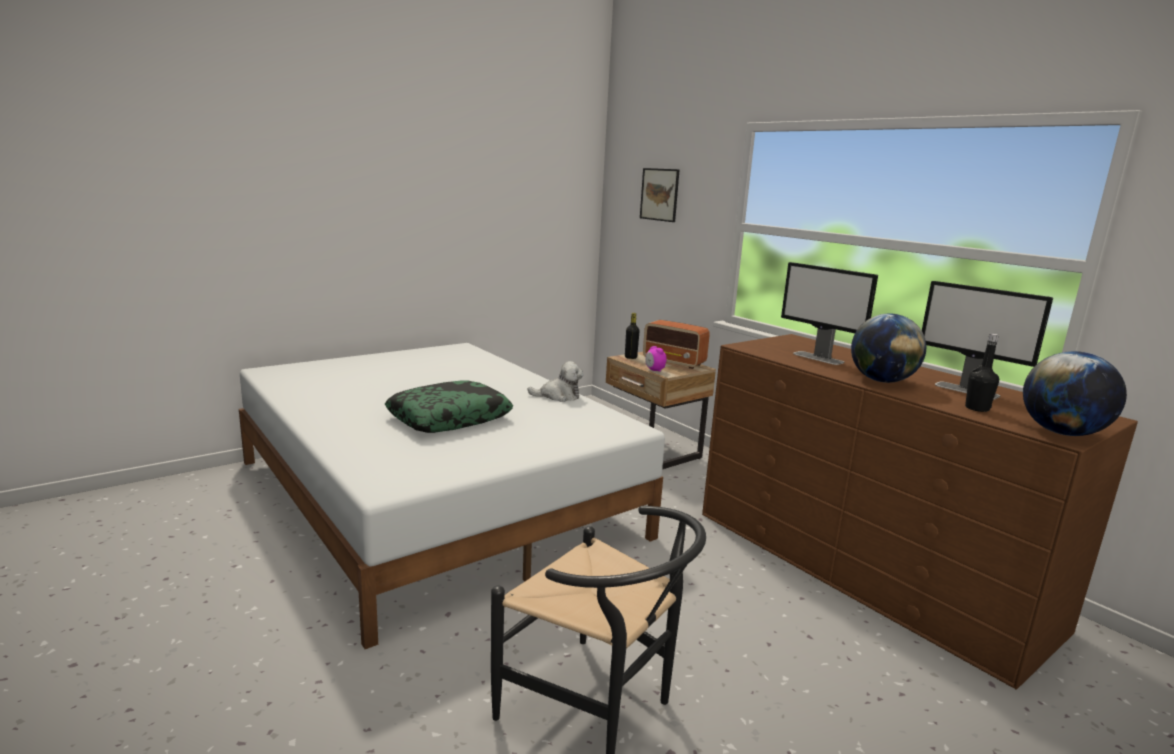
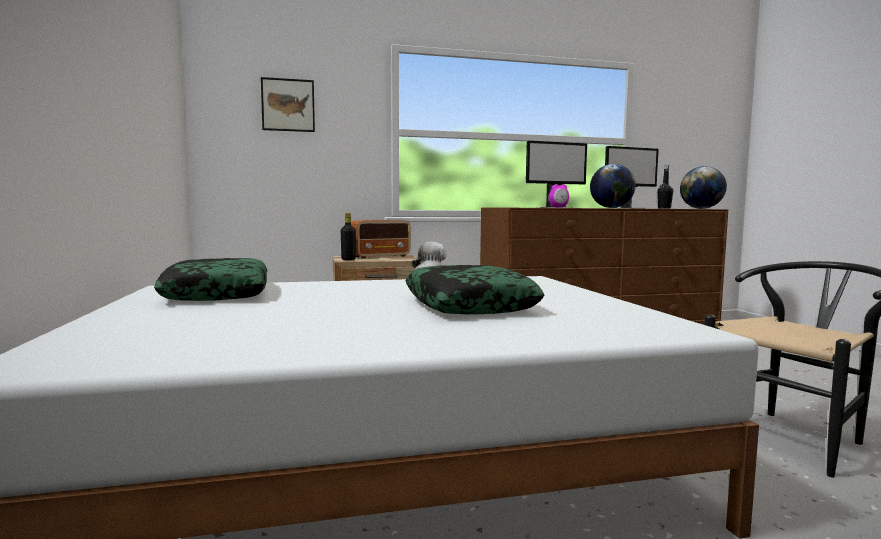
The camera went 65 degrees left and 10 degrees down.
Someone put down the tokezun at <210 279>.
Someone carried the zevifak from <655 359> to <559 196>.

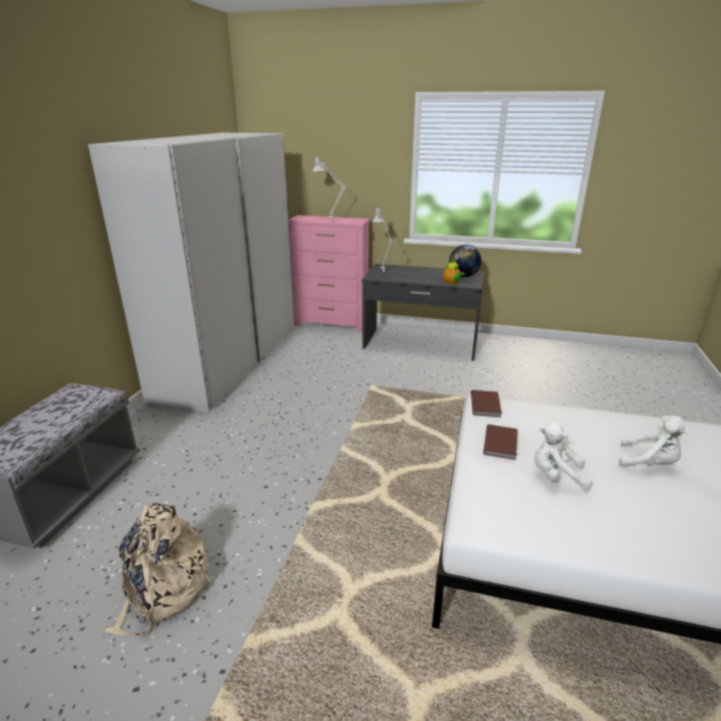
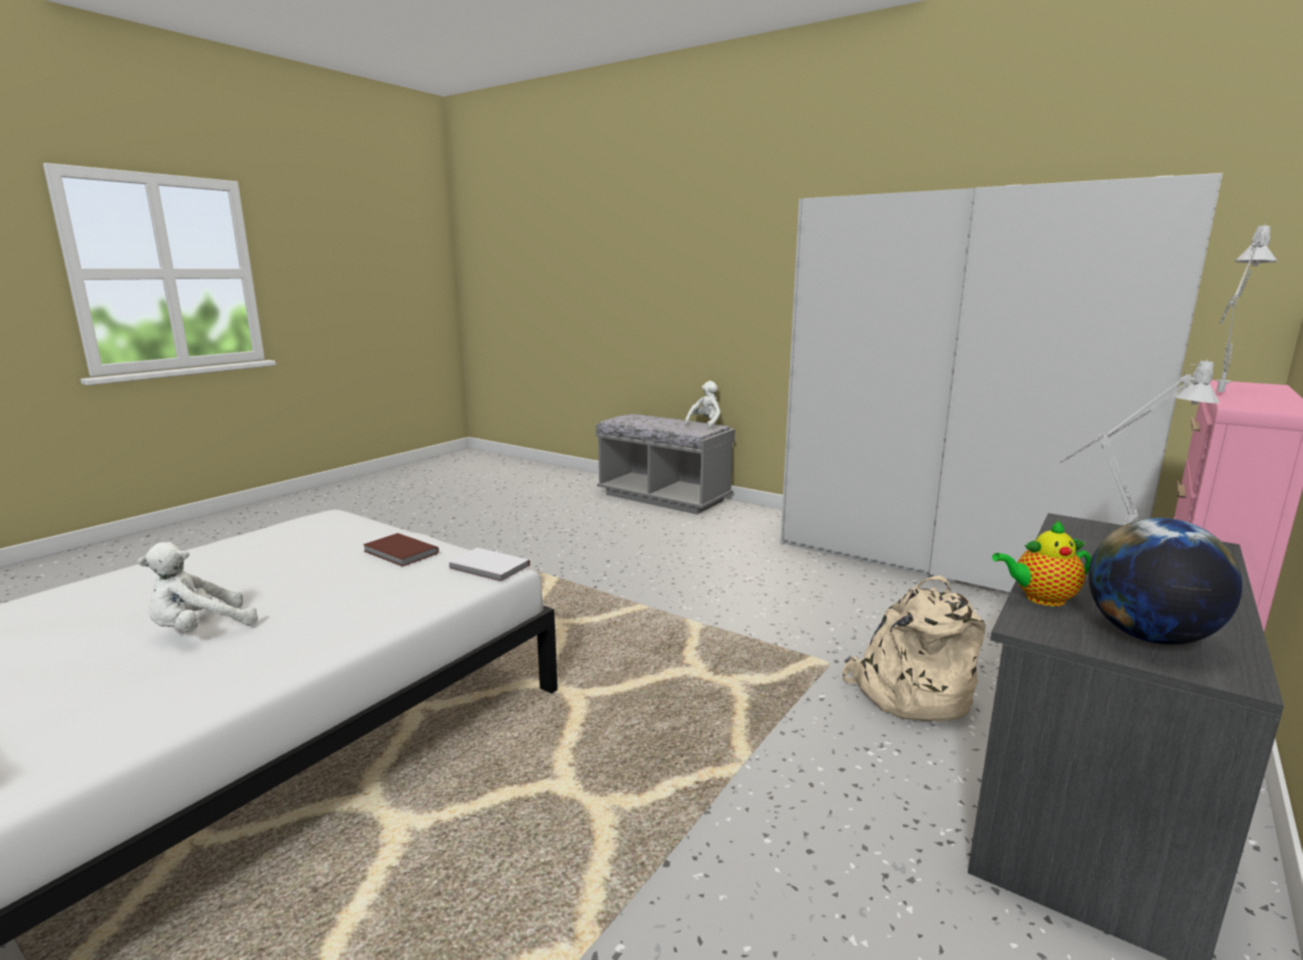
The camera went 110 degrees right and 10 degrees down.
Someone carried the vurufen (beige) from <157 569> to <914 648>.
Someone carried the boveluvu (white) from <563 456> to <702 405>.
Someone repainted the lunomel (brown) at <486 403>, which became the lunomel (white) at <489 565>.

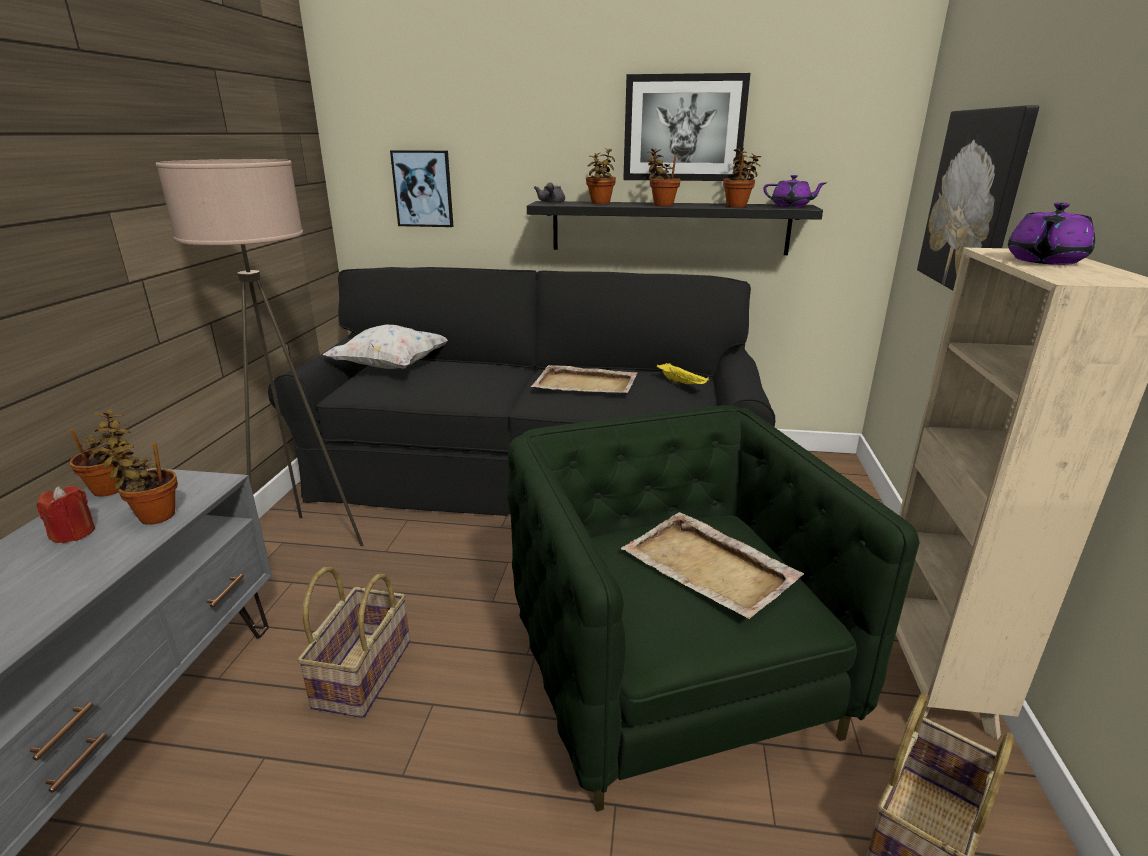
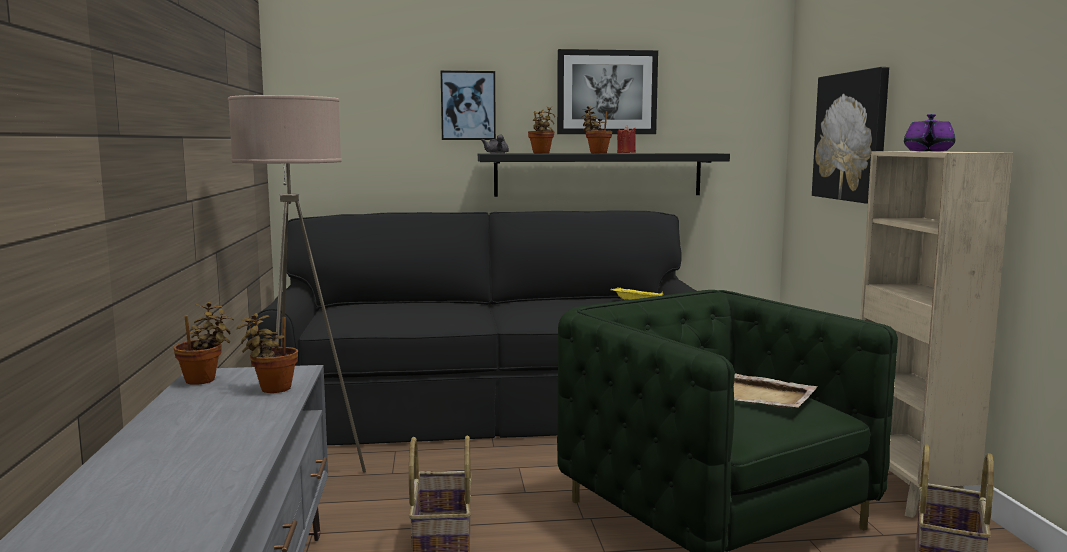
The camera went 15 degrees left and 15 degrees down.
Someone took away the tokezun (white) at <385 347>.
Someone took away the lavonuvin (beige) at <584 379>.
Someone took away the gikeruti at <742 177>.
Someone took away the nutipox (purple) at <796 191>.
Someone carried the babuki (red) from <66 514> to <626 139>.
Someone carried the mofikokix from <422 188> to <468 105>.

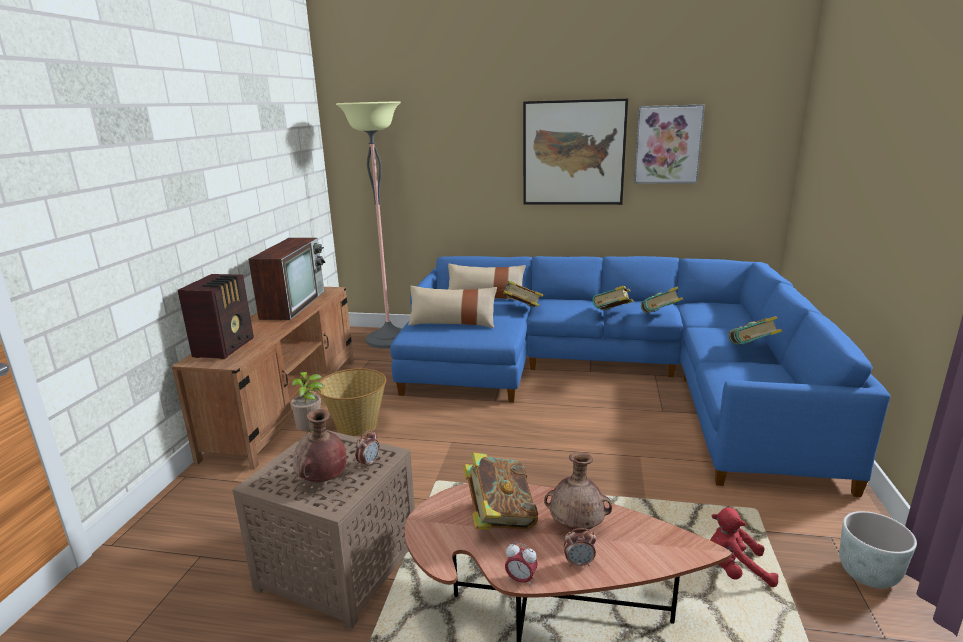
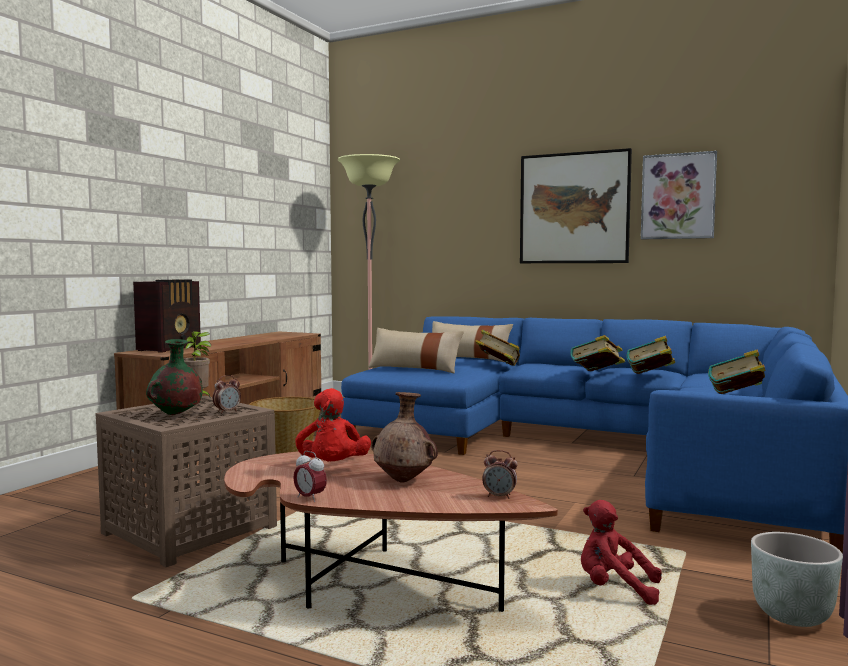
The camera went 15 degrees right and 15 degrees down.
Someone took away the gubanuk at <287 279>.
Someone carried the zevifak from <580 547> to <500 474>.
Someone swapped the lunomel at <500 491> for the boveluvu (red) at <333 424>.
Someone repainted the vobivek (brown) at <319 445>, which became the vobivek (green) at <174 377>.

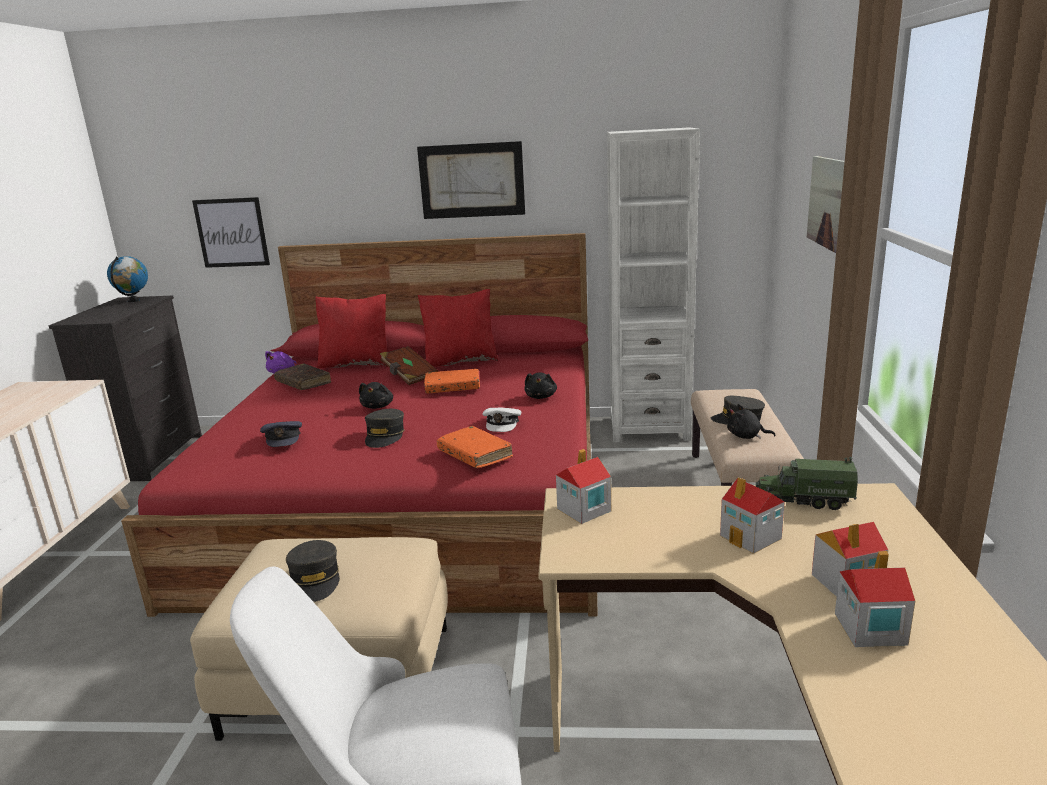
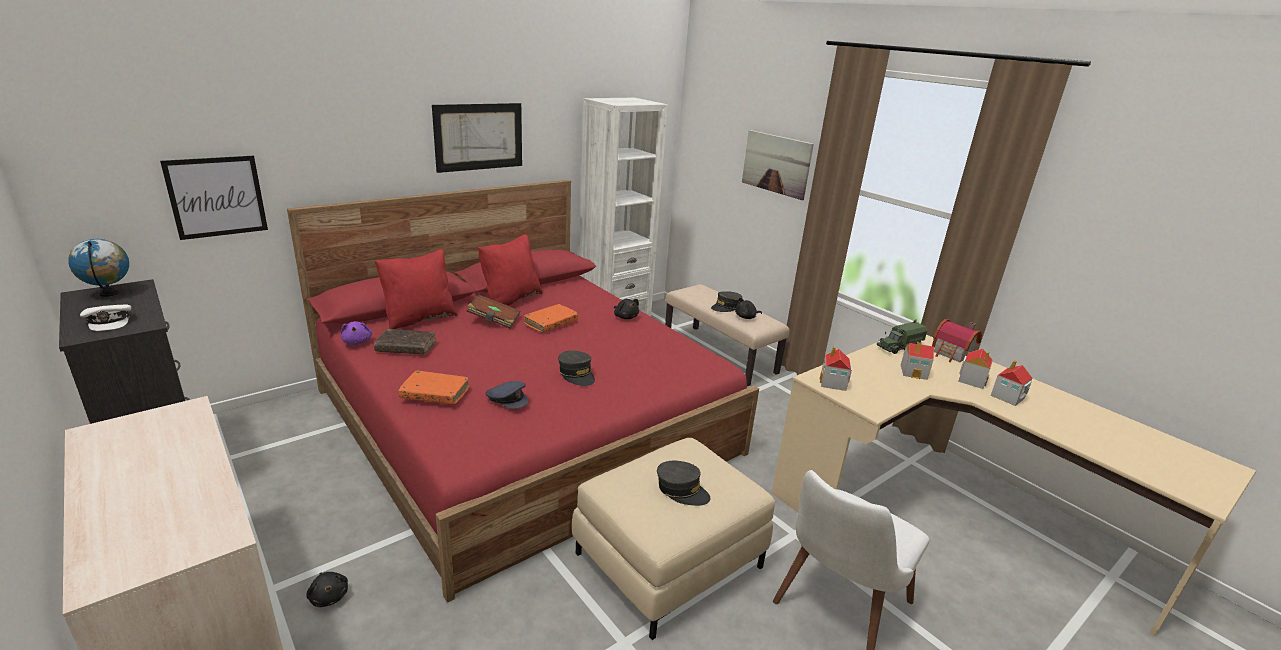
The camera went 45 degrees left and 5 degrees up.
Someone put down the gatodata at <957 340>.
Someone carried the boveluvu (black) from <376 395> to <327 589>.
Someone carried the lunomel (orange) from <475 447> to <434 387>.
Someone carried the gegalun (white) from <501 420> to <105 318>.

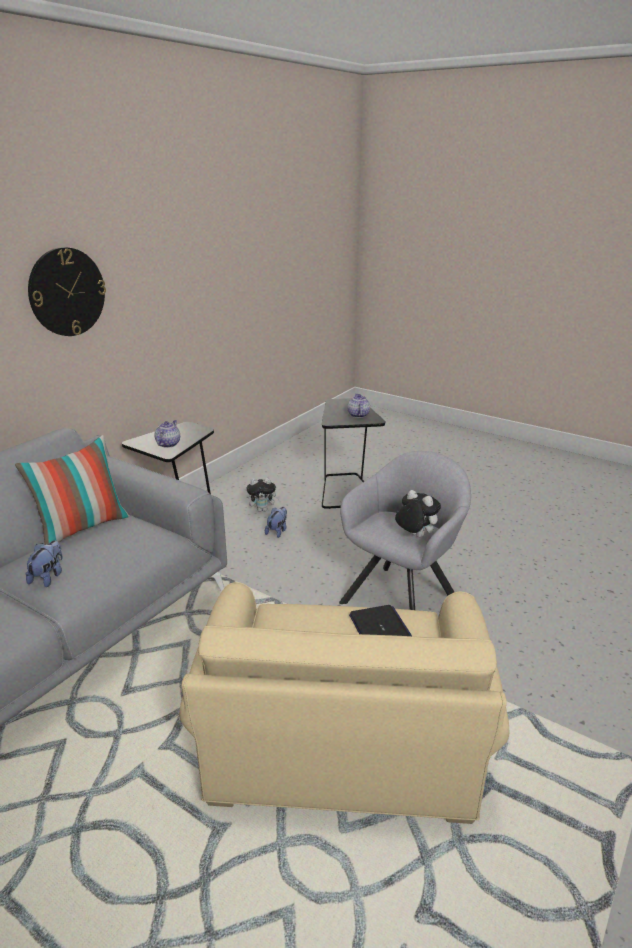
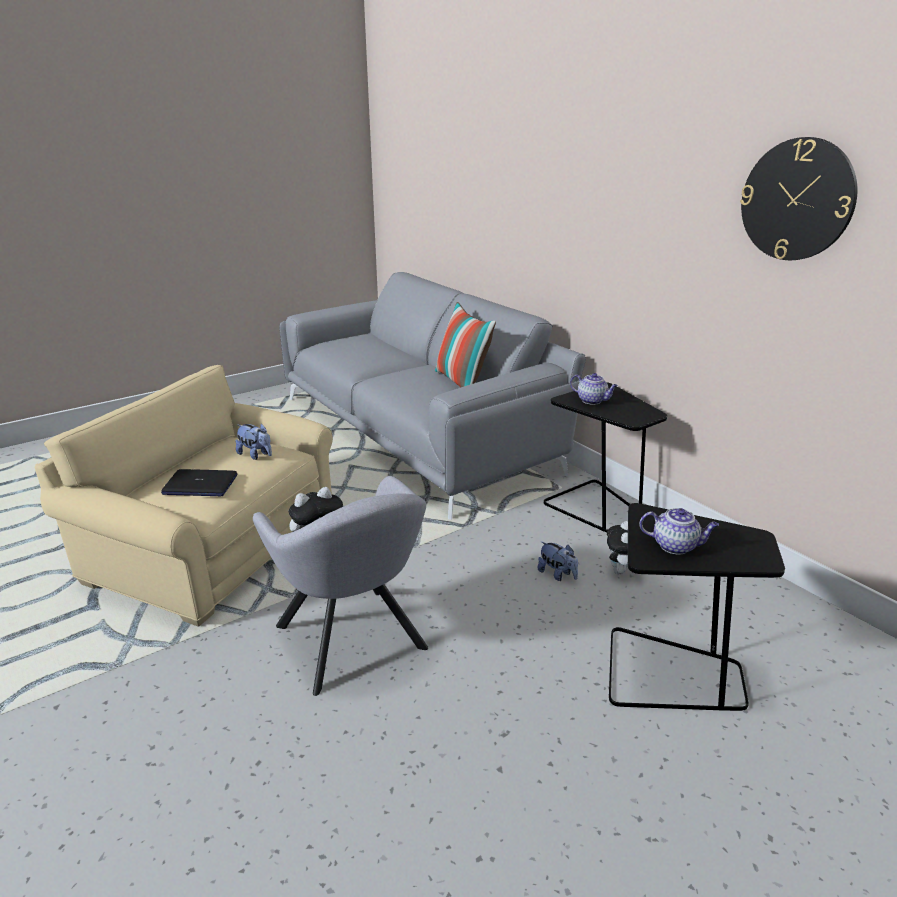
The camera went 110 degrees right and 0 degrees up.
Someone carried the boveluvu from <44 563> to <254 441>.
Someone carried the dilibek from <67 291> to <798 198>.

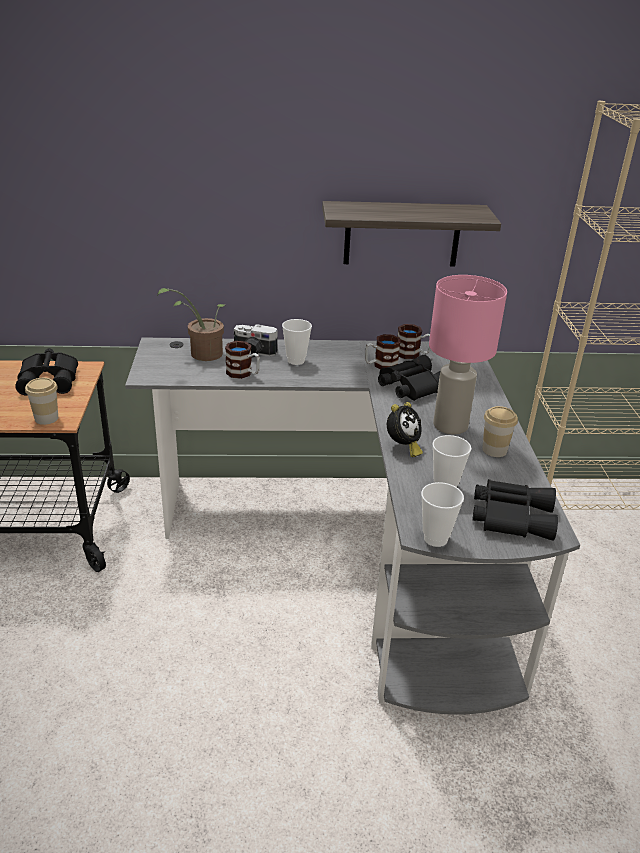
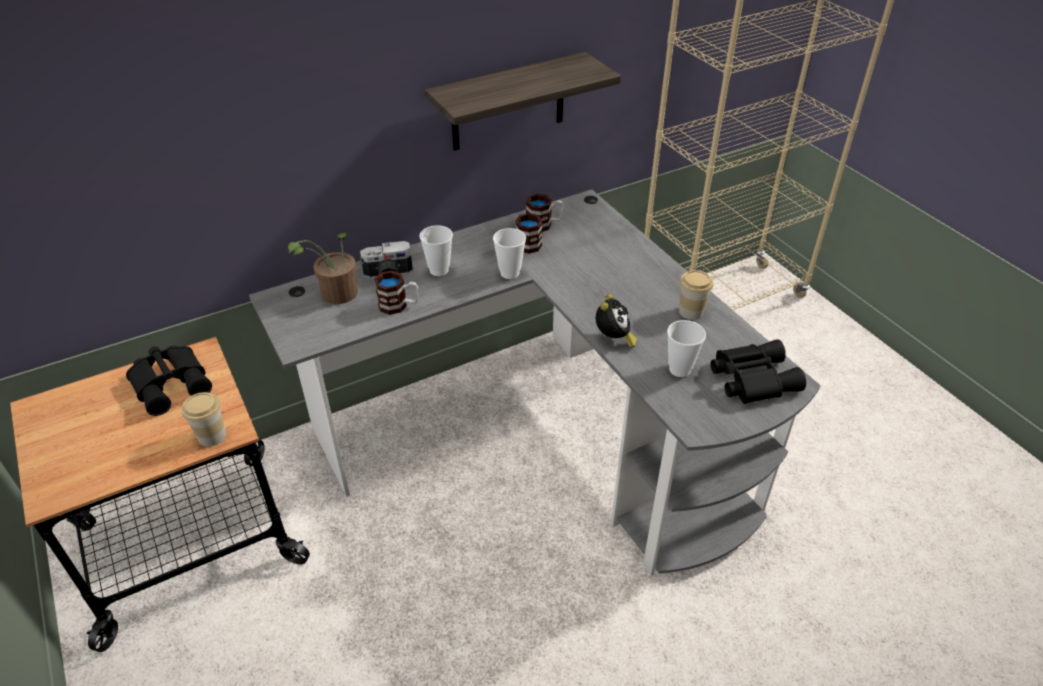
The camera went 25 degrees left and 10 degrees up.
Someone took away the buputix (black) at <409 378>.
Someone took away the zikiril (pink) at <468 354>.
Someone carried the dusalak from <442 514> to <509 253>.

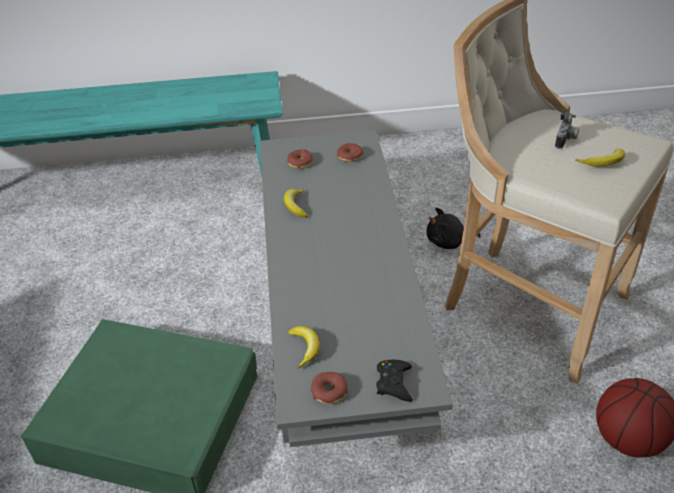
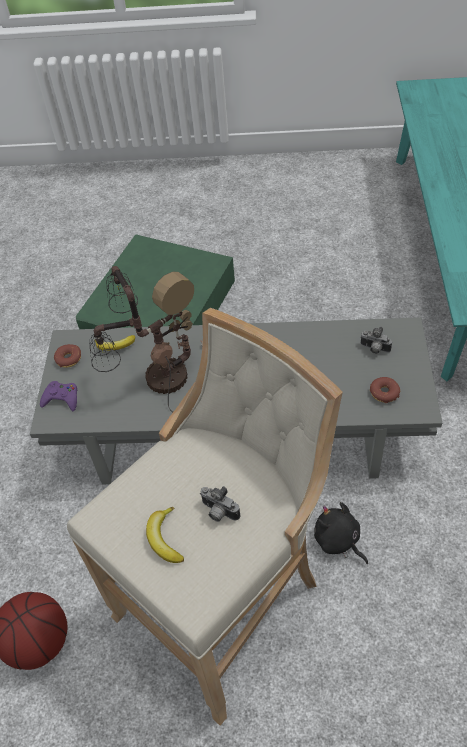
The camera went 100 degrees right and 10 degrees up.
Someone took away the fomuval at <296 203>.
Someone put down the zikiril at <146 339>.
Someone swapped the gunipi at <300 159> for the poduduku at <376 340>.
Someone repainted the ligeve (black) at <394 381>, which became the ligeve (purple) at <58 396>.
Someone rotated the boveluvu (black) at <454 228> by 45 degrees counterclockwise.

